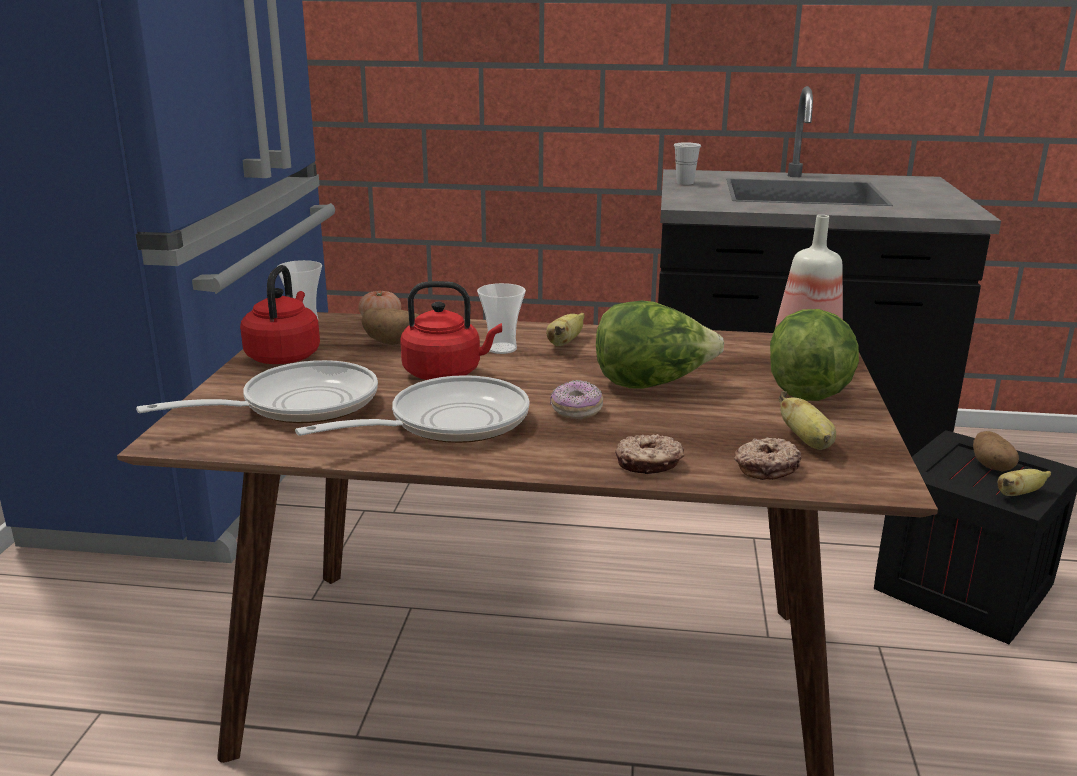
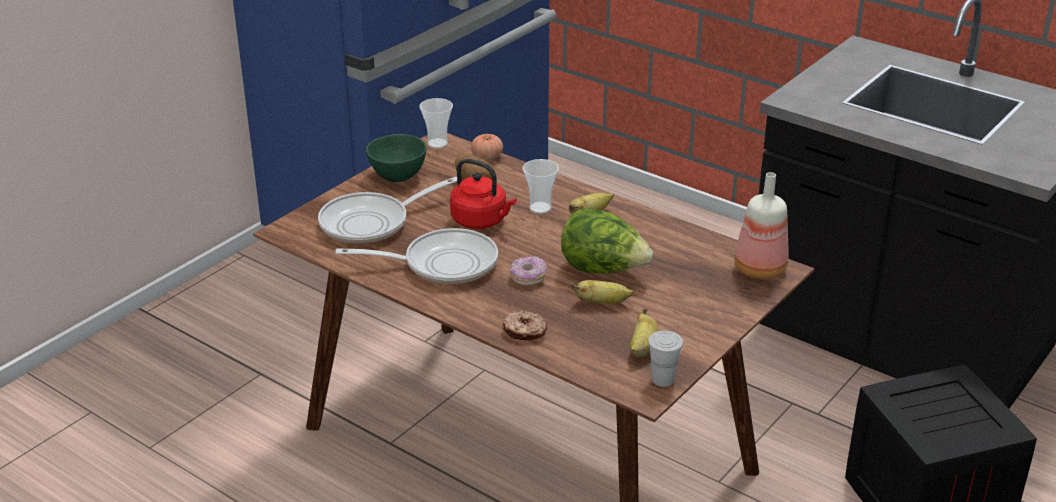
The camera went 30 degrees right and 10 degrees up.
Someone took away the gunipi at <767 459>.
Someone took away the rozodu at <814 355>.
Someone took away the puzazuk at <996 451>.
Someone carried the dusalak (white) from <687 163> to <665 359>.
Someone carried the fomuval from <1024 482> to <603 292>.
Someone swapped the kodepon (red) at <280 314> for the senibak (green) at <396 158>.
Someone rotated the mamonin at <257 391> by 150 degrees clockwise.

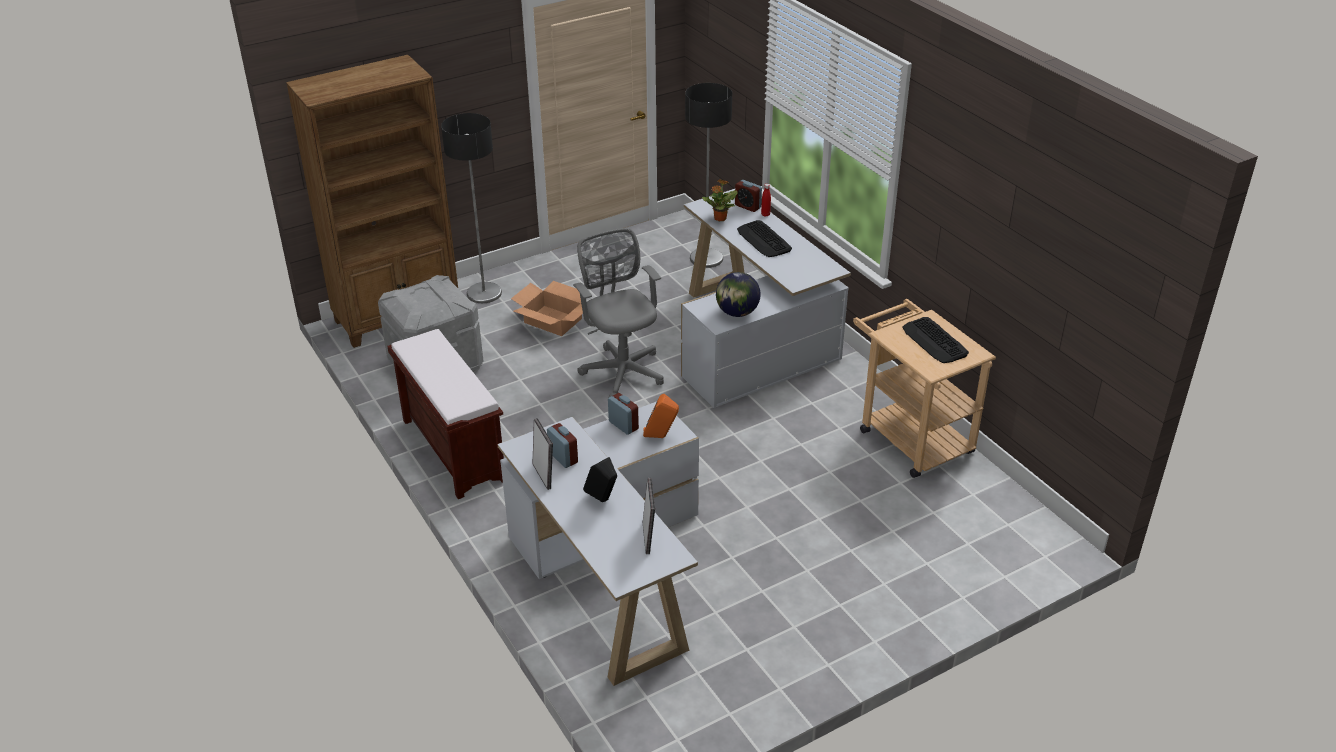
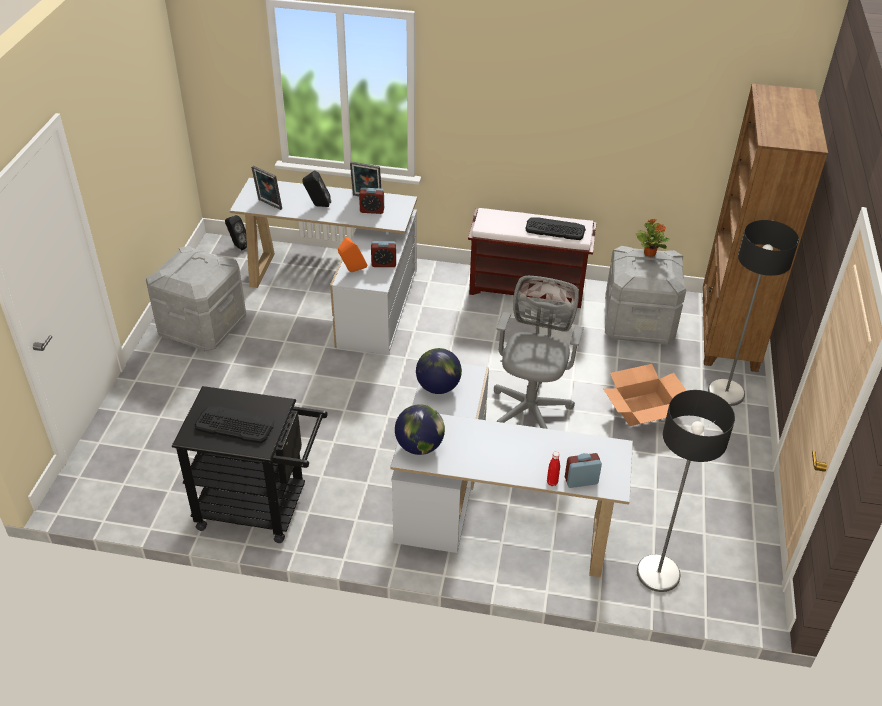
The camera went 130 degrees right and 5 degrees up.
Someone put down the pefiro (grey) at <196 298>.
Someone put down the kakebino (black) at <236 232>.
Someone put down the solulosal at <420 429>.
Someone carried the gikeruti from <720 200> to <653 238>.
Someone carried the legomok from <764 238> to <555 229>.
Someone repainted the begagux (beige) at <924 388>, which became the begagux (black) at <250 464>.
Someone rotated the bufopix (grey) at <618 313> by 90 degrees counterclockwise.

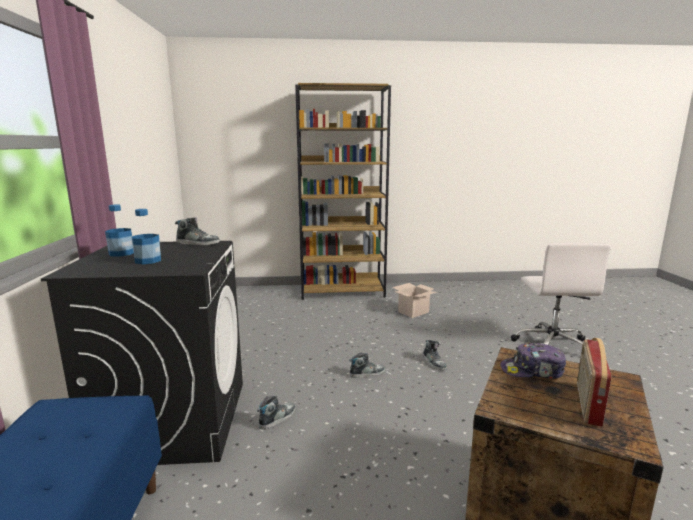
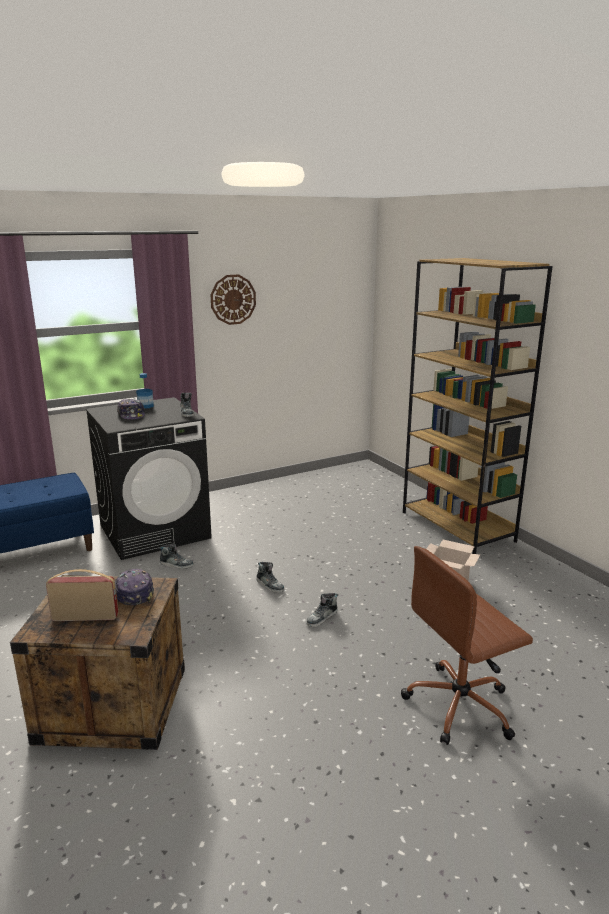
The camera went 65 degrees right and 5 degrees up.
Someone put up the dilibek at <233 299>.
Someone swapped the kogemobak at <146 236> for the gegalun at <131 409>.
Someone repainted the bufopix (white) at <561 294>, which became the bufopix (brown) at <467 645>.

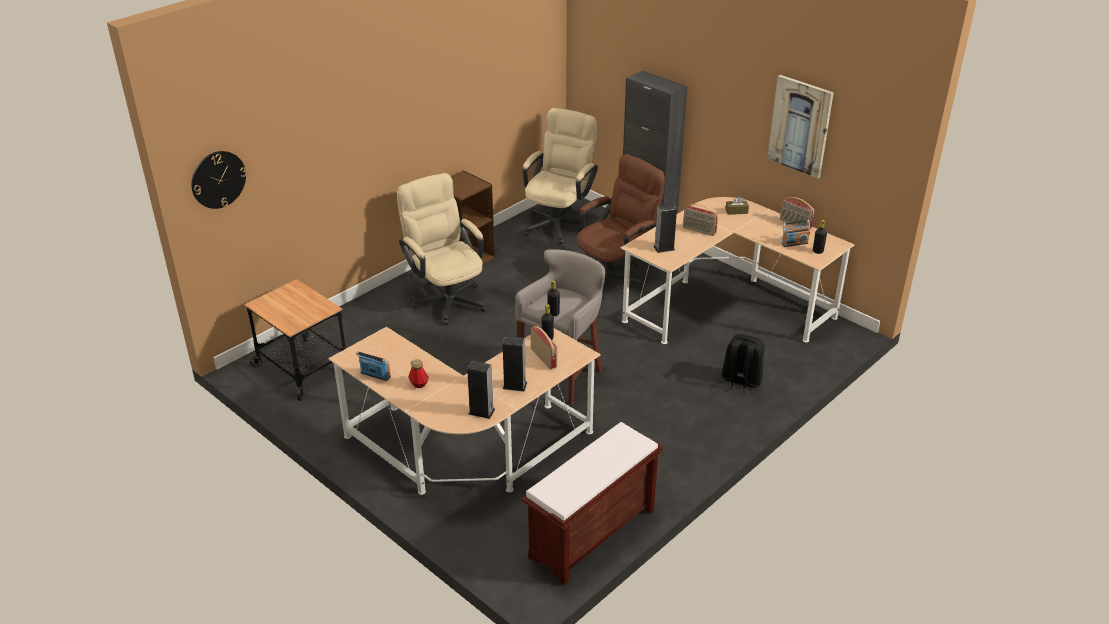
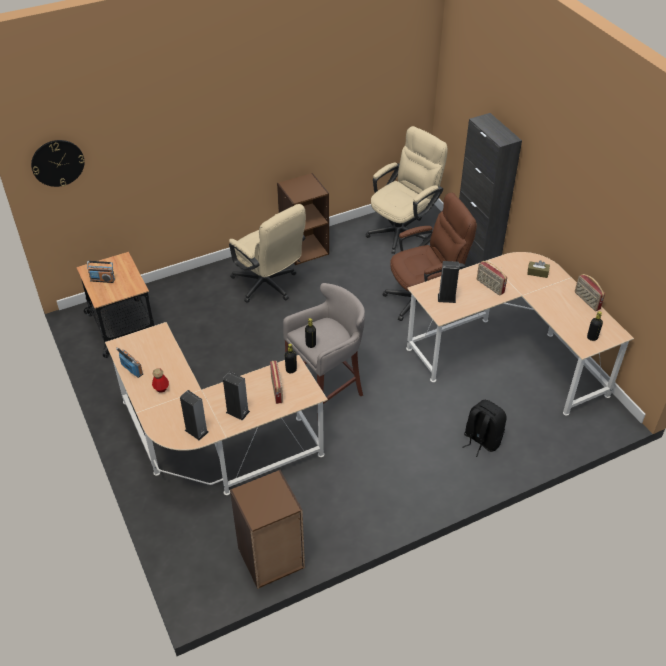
The camera went 20 degrees right and 10 degrees up.
Someone took away the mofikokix at <800 126>.
Someone carried the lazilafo from <796 233> to <101 272>.
Someone swapped the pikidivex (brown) at <592 504> for the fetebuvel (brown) at <267 529>.
Someone rotated the bufopix (beige) at <442 249> by 150 degrees clockwise.

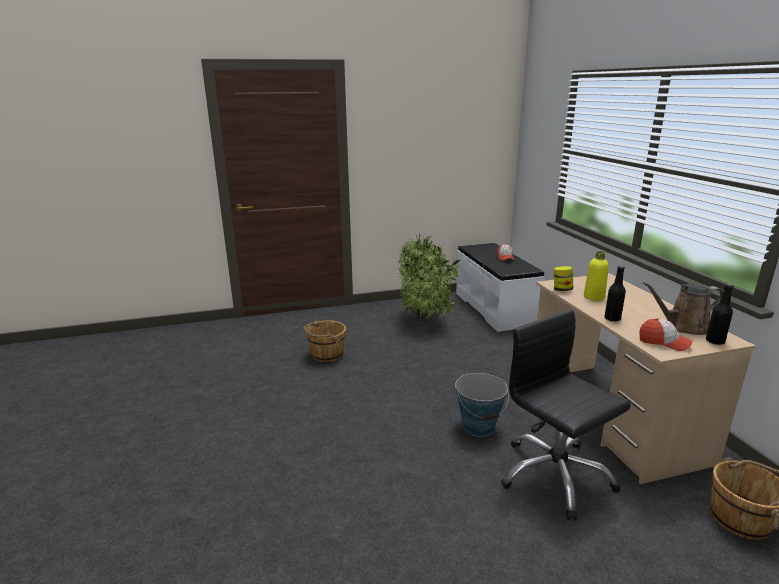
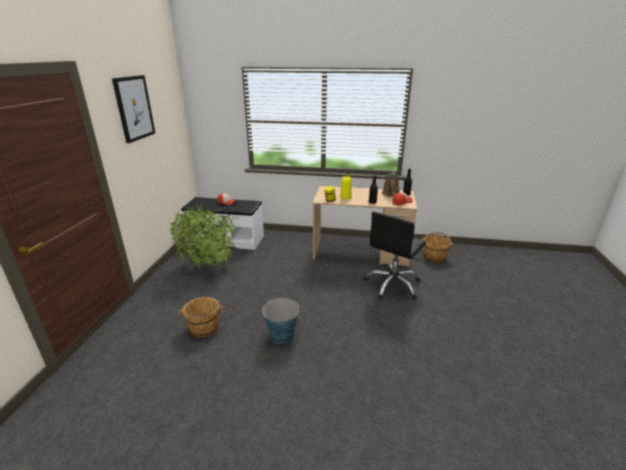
The camera went 65 degrees left and 5 degrees up.
Someone put up the mofikokix at <133 109>.
Someone carried the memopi from <482 405> to <281 320>.
Someone rotated the bufopix (black) at <566 414> by 45 degrees counterclockwise.

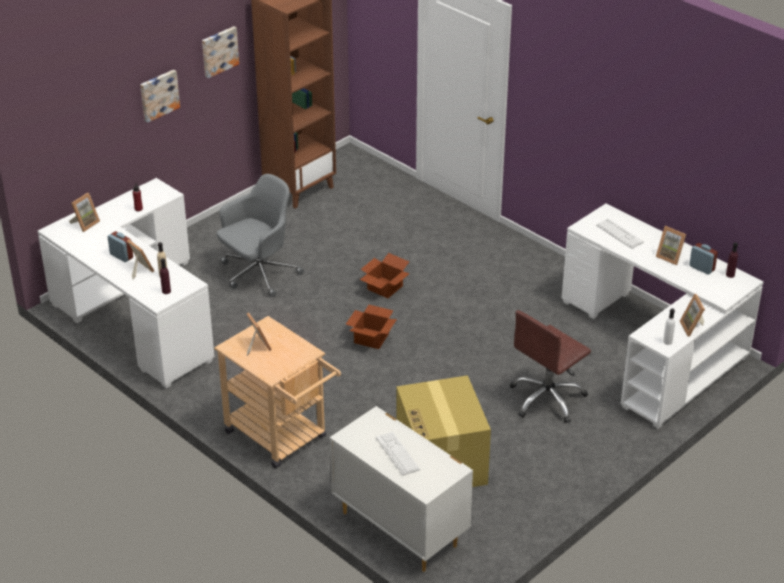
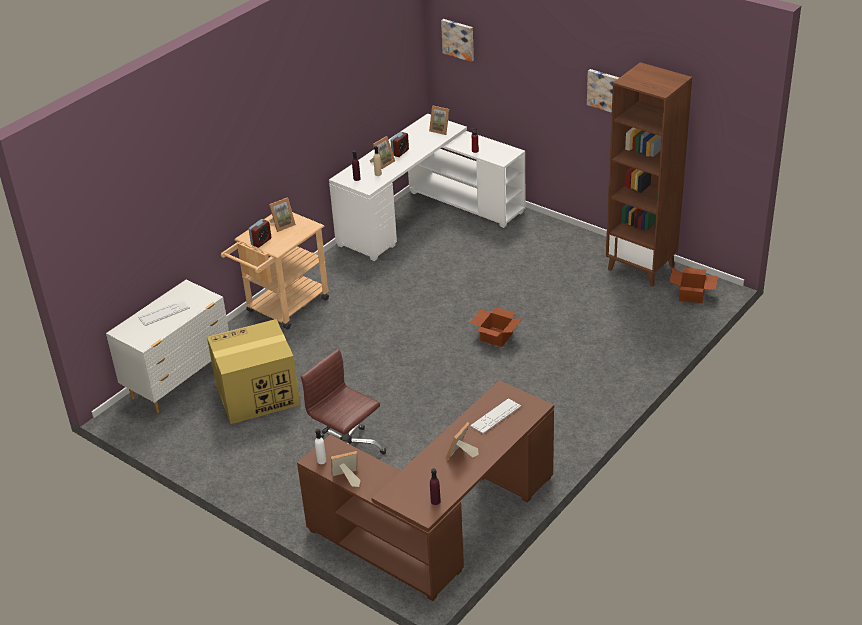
The camera went 85 degrees right and 0 degrees up.
Someone took away the bufopix (grey) at <260 235>.
Someone carried the mofikokix from <160 96> to <457 40>.
Someone carried the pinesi from <371 327> to <694 285>.
Someone carried the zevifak from <703 259> to <260 233>.
Someone repainted the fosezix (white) at <662 316>, which became the fosezix (brown) at <425 490>.

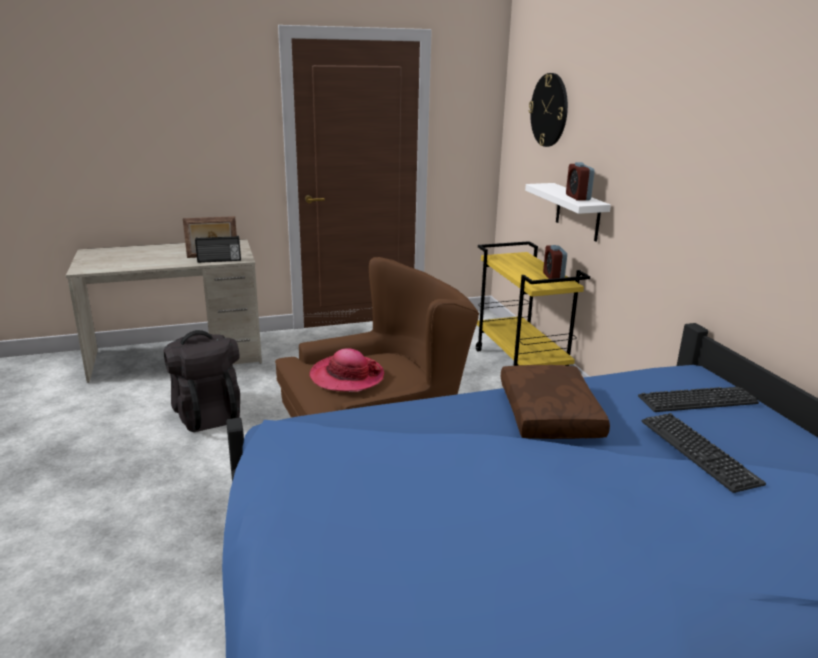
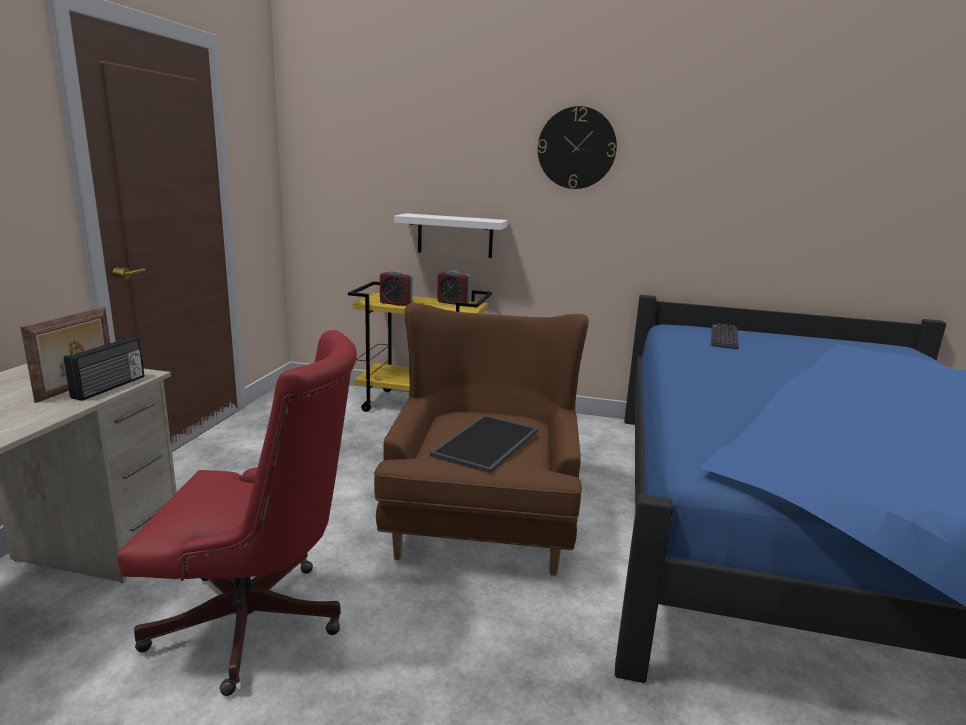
The camera went 60 degrees left and 5 degrees down.
Someone took away the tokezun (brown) at <555 402>.
Someone took away the legomok at <704 453>.
Someone carried the dilibek from <548 110> to <577 147>.
Someone carried the zevifak from <580 181> to <396 288>.
Someone swapped the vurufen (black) at <201 381> for the bufopix (red) at <237 513>.
Someone swapped the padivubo at <346 370> for the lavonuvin at <484 444>.

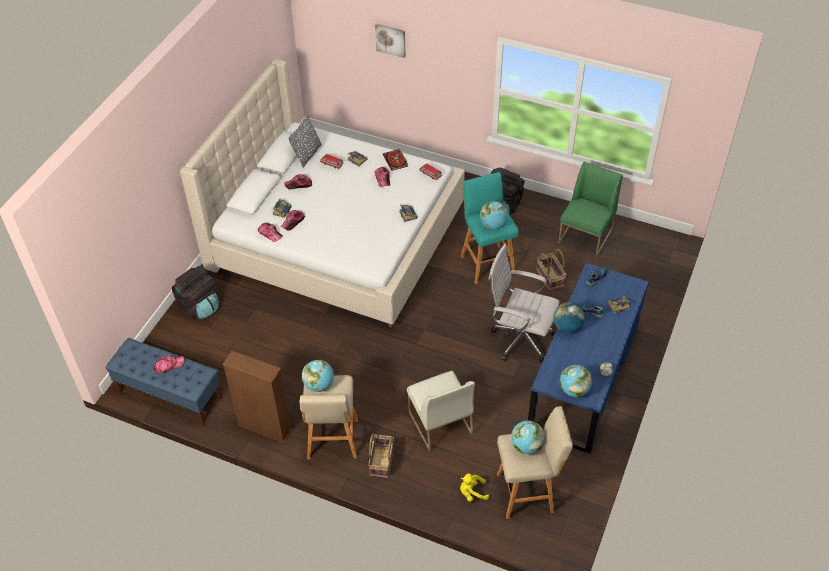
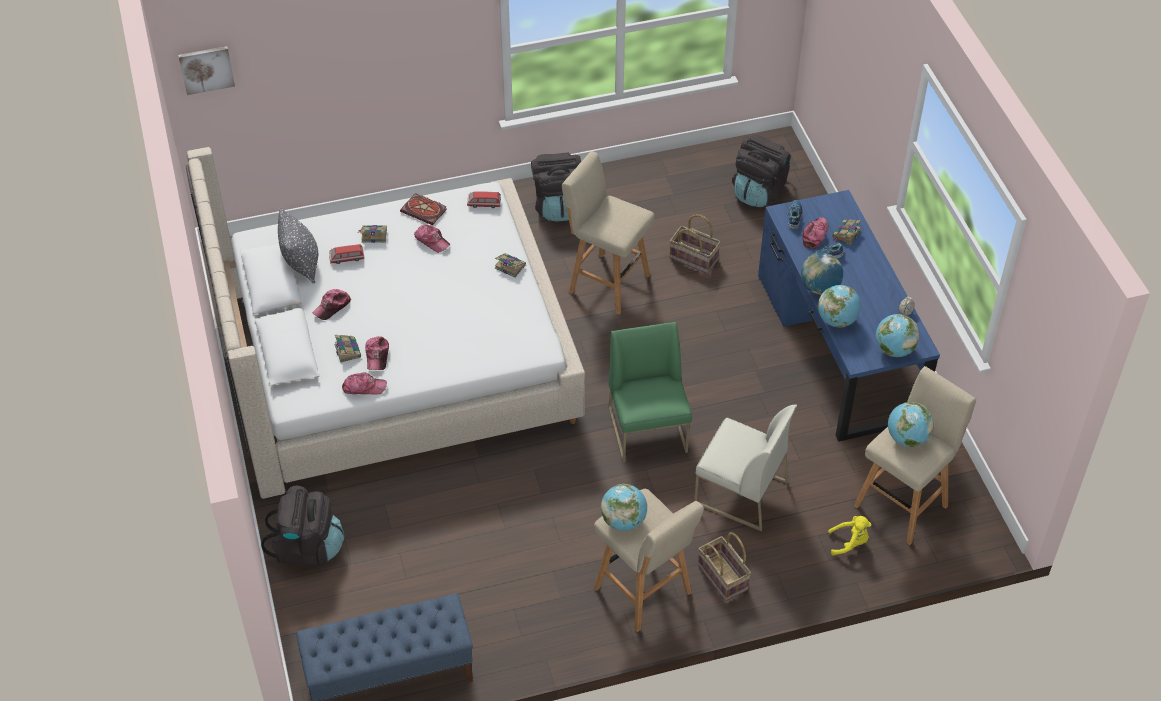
The camera went 40 degrees left and 0 degrees up.
Someone took away the fetebuvel (brown) at <257 397>.
Someone took away the bufopix (white) at <524 303>.
Someone put down the vurufen (black) at <761 171>.
Someone carried the gegalun from <169 364> to <815 233>.
Someone carried the mofikokix from <390 41> to <206 70>.
Someone carried the solulosal from <494 215> to <839 306>.
Someone carried the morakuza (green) from <590 209> to <650 392>.
Someone repainted the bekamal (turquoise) at <490 228>, which became the bekamal (beige) at <608 233>.
Someone rotated the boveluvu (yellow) at <474 487> by 135 degrees counterclockwise.

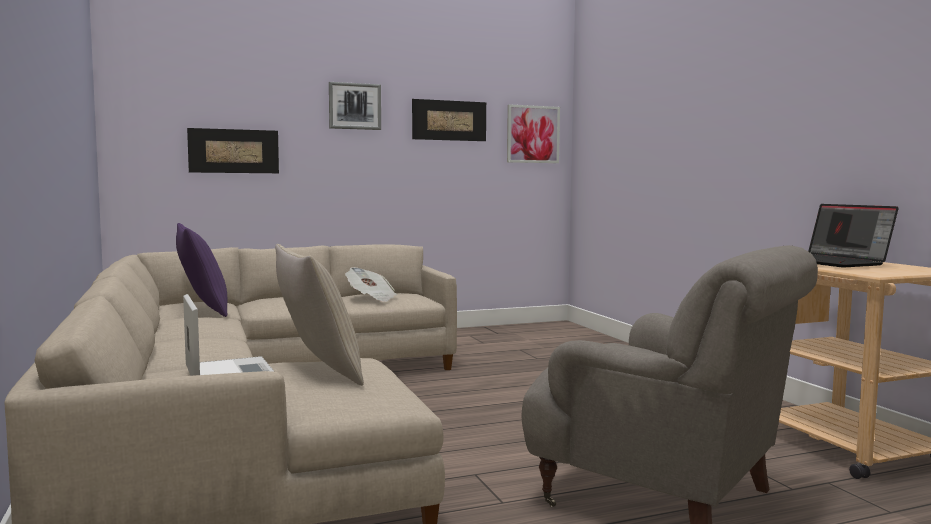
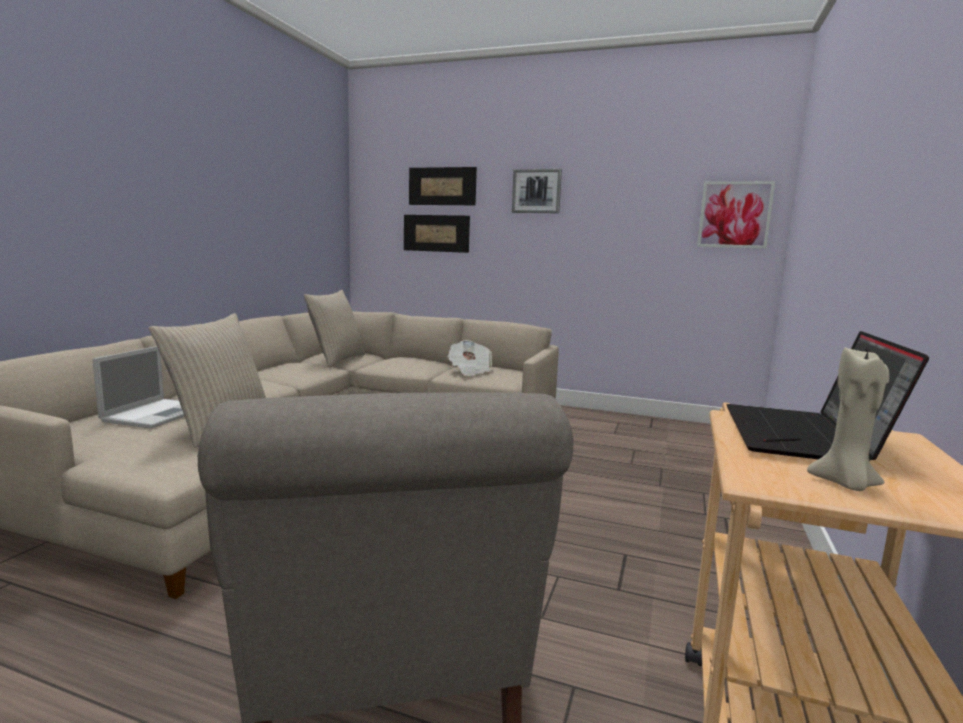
The camera went 40 degrees right and 5 degrees up.
Someone put down the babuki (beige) at <848 419>.
Someone carried the mofikokix from <449 120> to <443 186>.
Someone repainted the tokezun (purple) at <201 270>, which became the tokezun (beige) at <334 328>.

